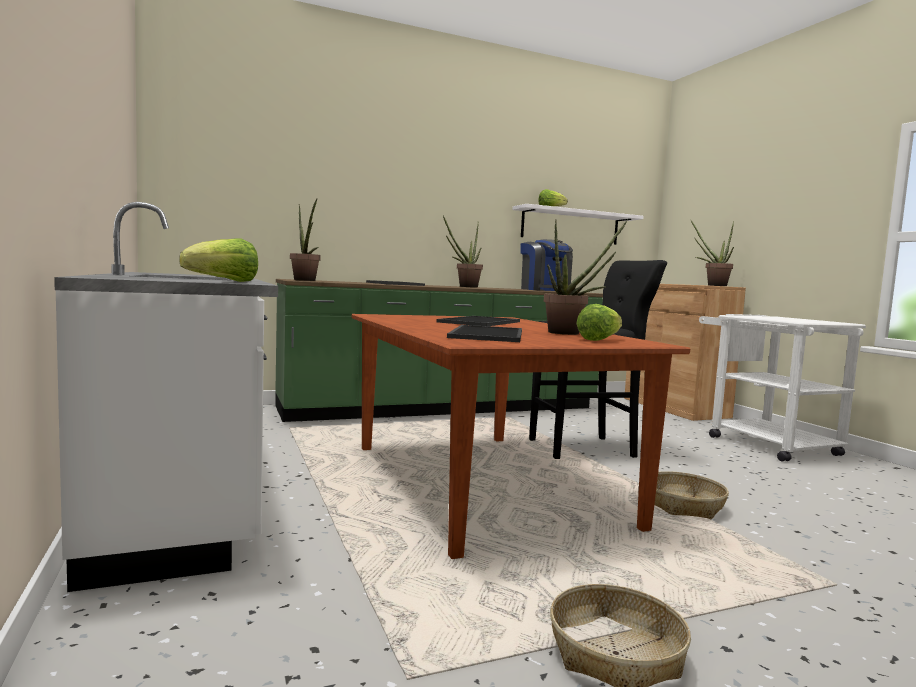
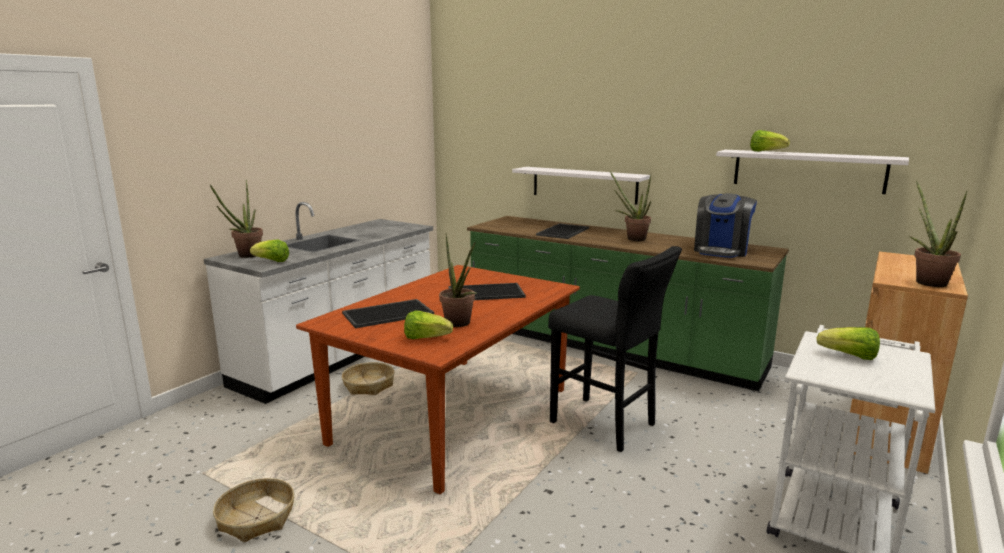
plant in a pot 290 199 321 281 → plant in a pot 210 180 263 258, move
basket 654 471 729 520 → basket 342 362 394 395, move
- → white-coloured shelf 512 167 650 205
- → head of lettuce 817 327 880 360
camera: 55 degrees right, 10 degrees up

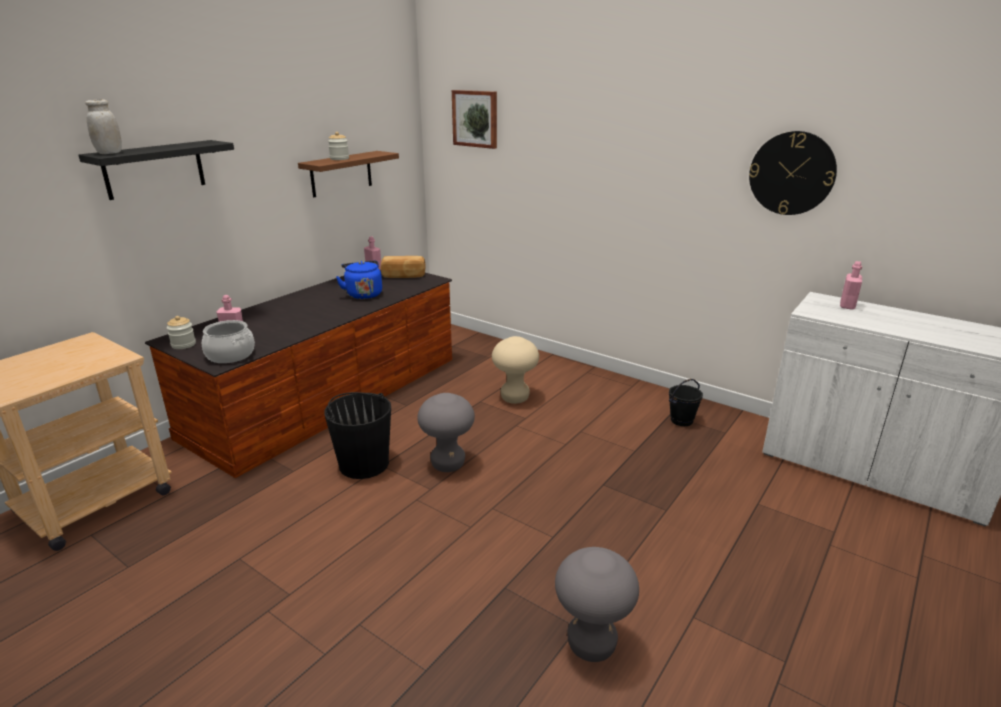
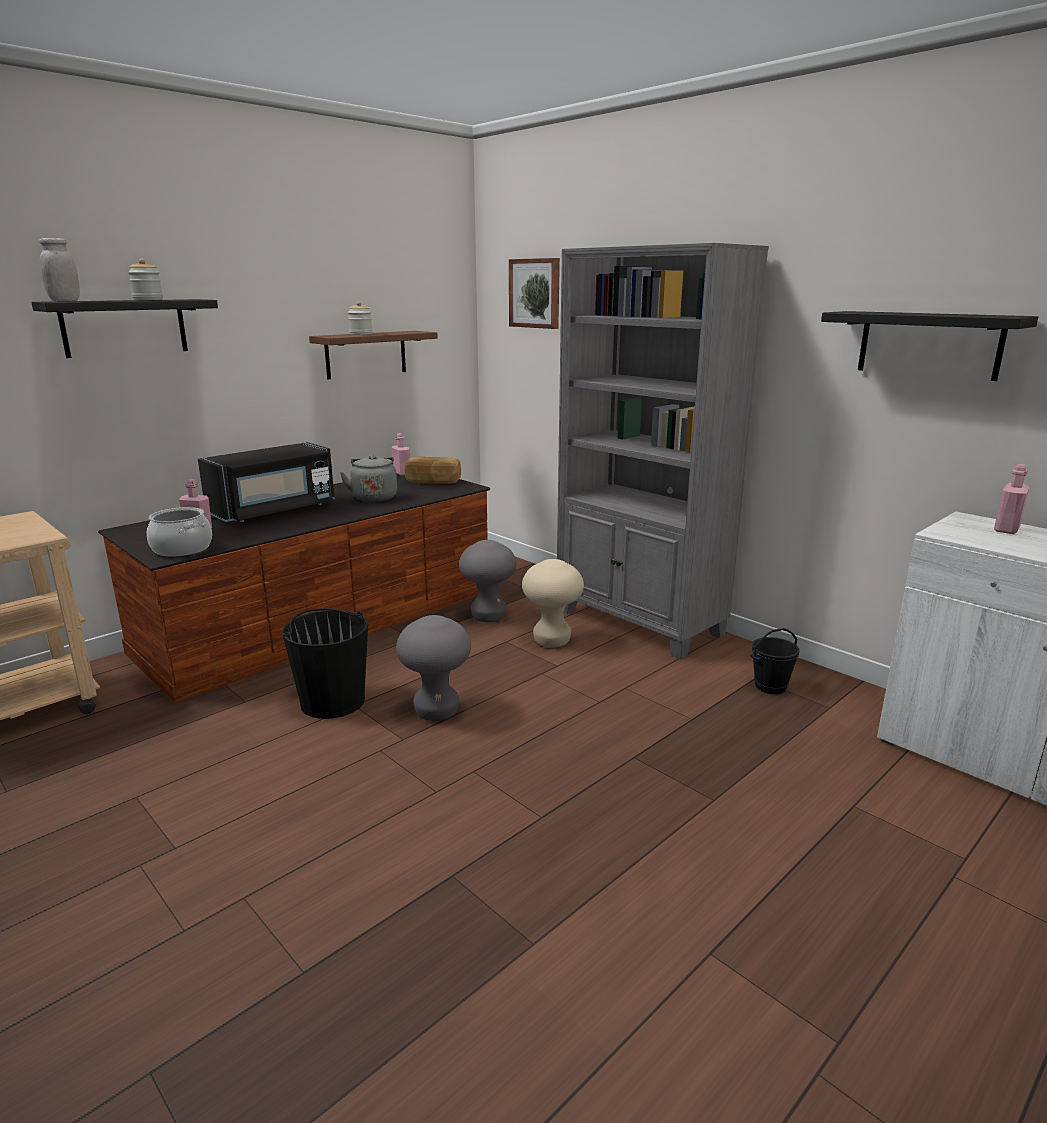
storage jar 167 316 196 349 → storage jar 128 259 163 300, move
blue tea kettle 336 260 382 299 → grey tea kettle 340 455 397 502
grey sitting stool 555 547 639 662 → grey sitting stool 459 540 517 622, move
wall clock 749 131 837 215 → blackish shelf 821 311 1038 381
- → blackish kitchen microwave 198 442 335 522
- → grey shelving unit 557 243 769 660
camera: 10 degrees right, 5 degrees down

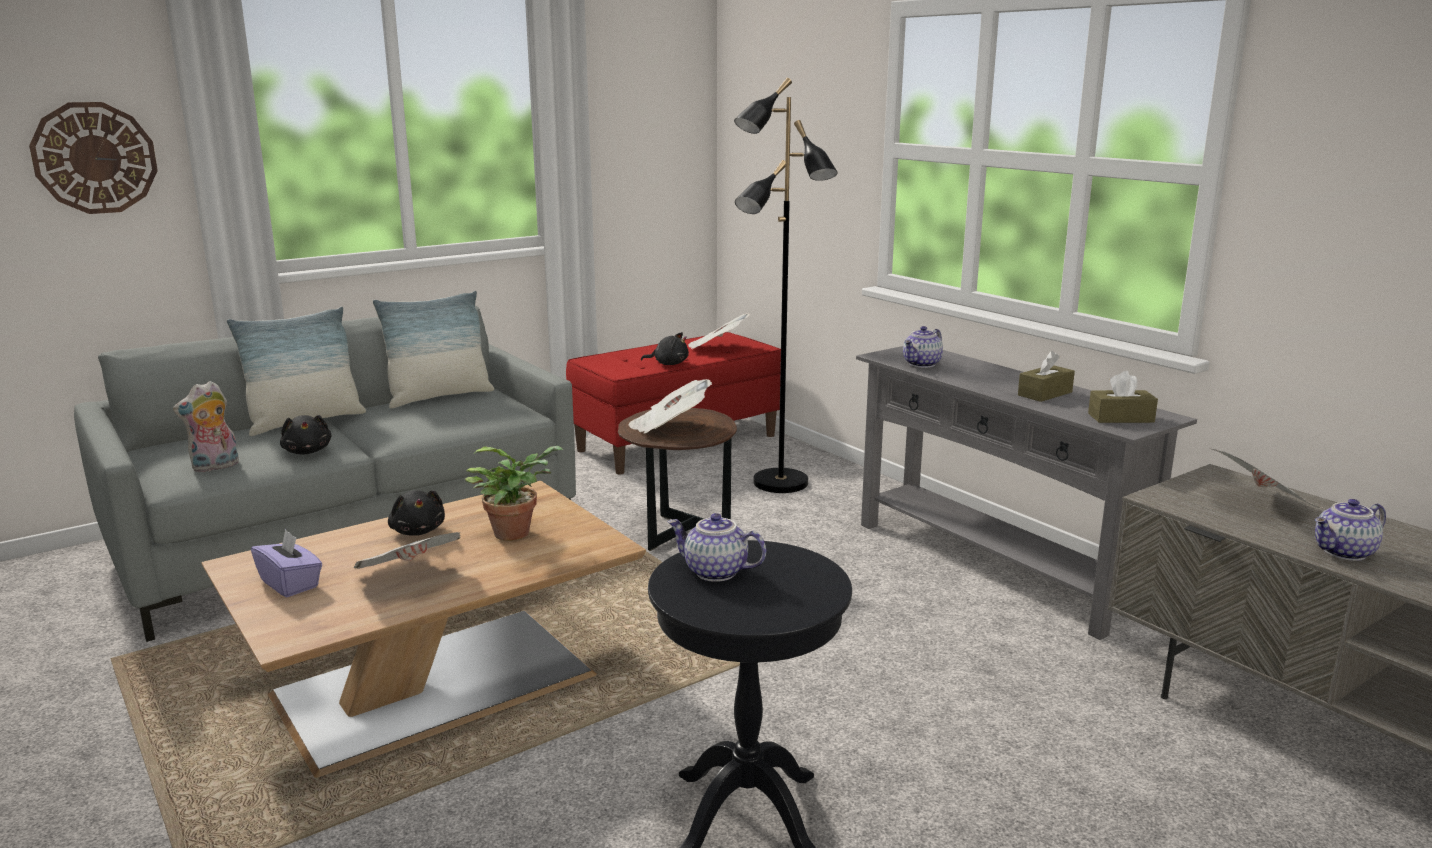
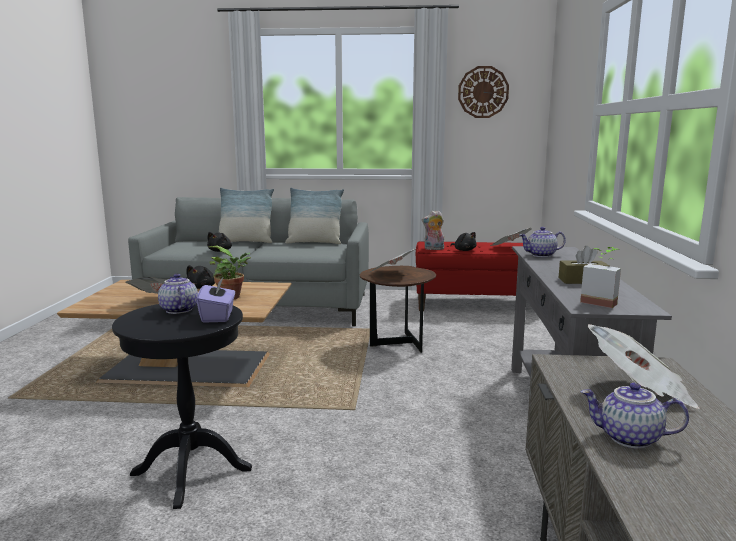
wall clock 29 102 158 214 → wall clock 458 66 509 118, move
plush toy 173 381 239 473 → plush toy 422 210 444 250, move
purplish tissue holder 251 529 322 597 → purplish tissue holder 197 278 235 323, move
blackish standing lamp 734 77 838 493 → -
brown tissue holder 1088 371 1158 423 → plant in a pot 580 247 621 308
camera: 40 degrees right, 5 degrees down

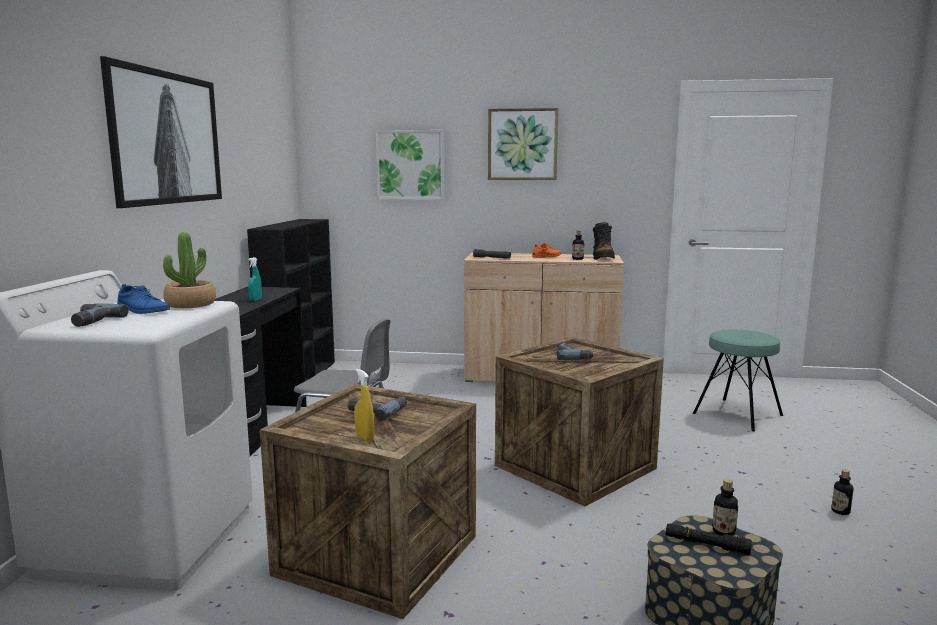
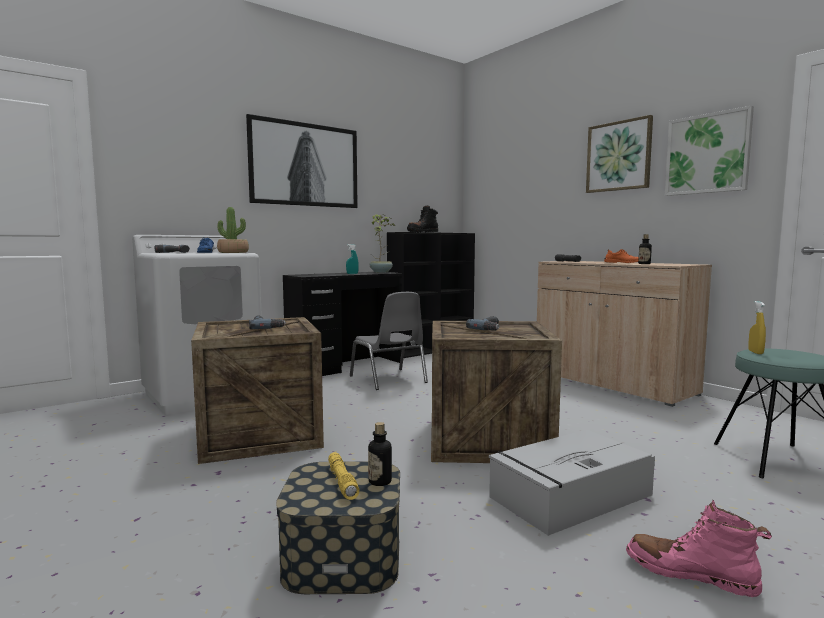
yellow-coloured sprayer 354 369 374 441 → yellow-coloured sprayer 748 301 766 354, move
wall art 376 130 444 200 → wall art 665 105 754 196, move
blackish high-top boot 593 222 615 260 → blackish high-top boot 407 206 438 232, move
blackish hand torch 666 523 752 555 → yellow-coloured hand torch 328 452 360 500
beverage bottle 832 469 853 515 → pinkish high-top boot 626 500 772 598
- → plant in a pot 370 214 396 273
- → grey storage box 489 430 655 536
camera: 45 degrees right, 5 degrees down

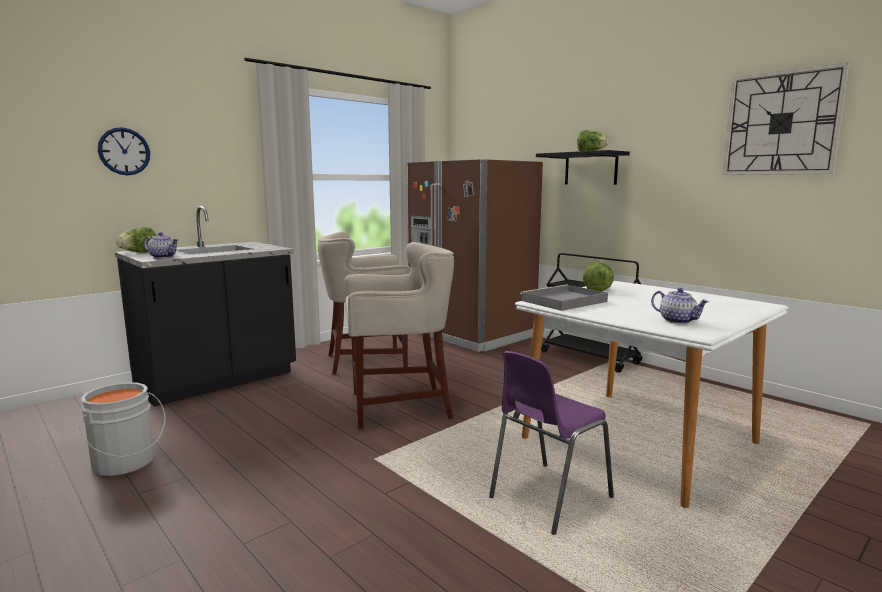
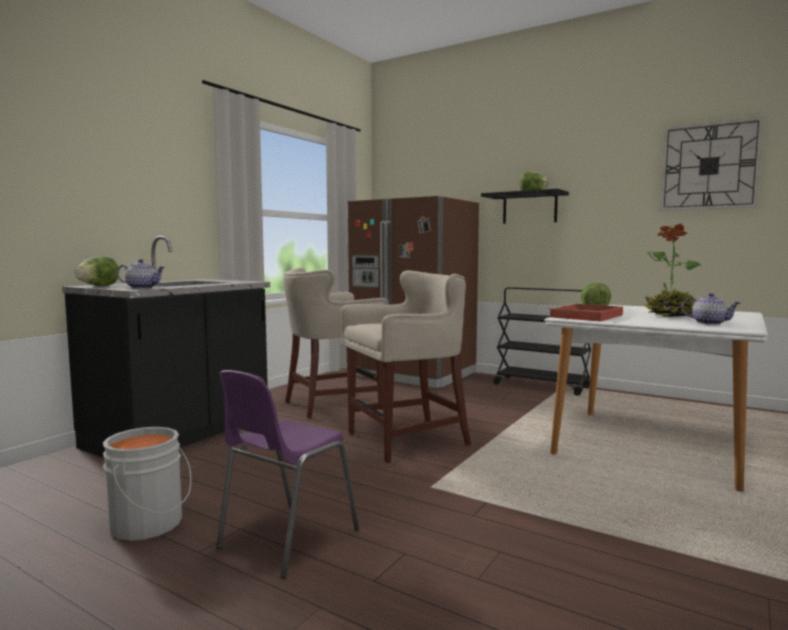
wall clock 98 127 150 176 → -
purplish plain chair 489 351 614 535 → purplish plain chair 216 370 359 579, move
grey carrying tray 520 285 608 311 → reddish carrying tray 548 303 623 322
- → plant in a pot 643 223 701 317
camera: 15 degrees left, 5 degrees down

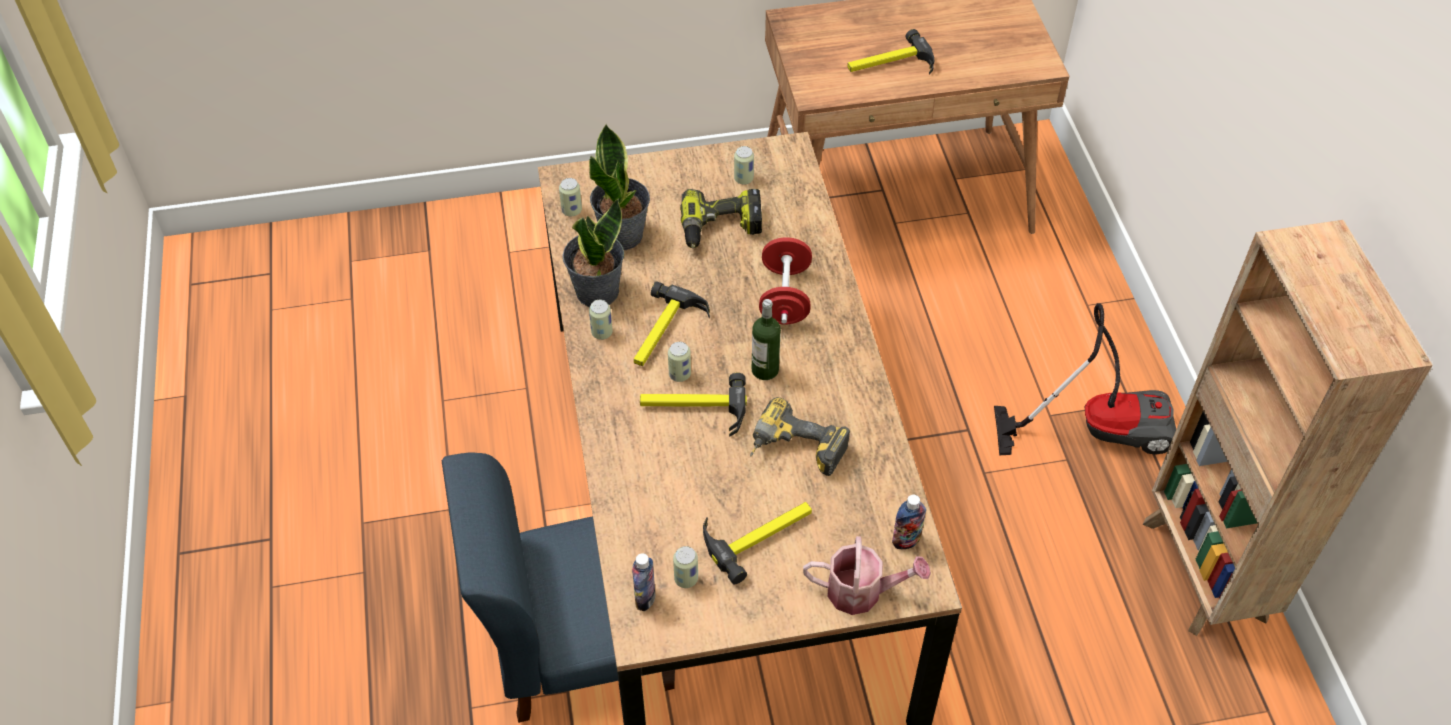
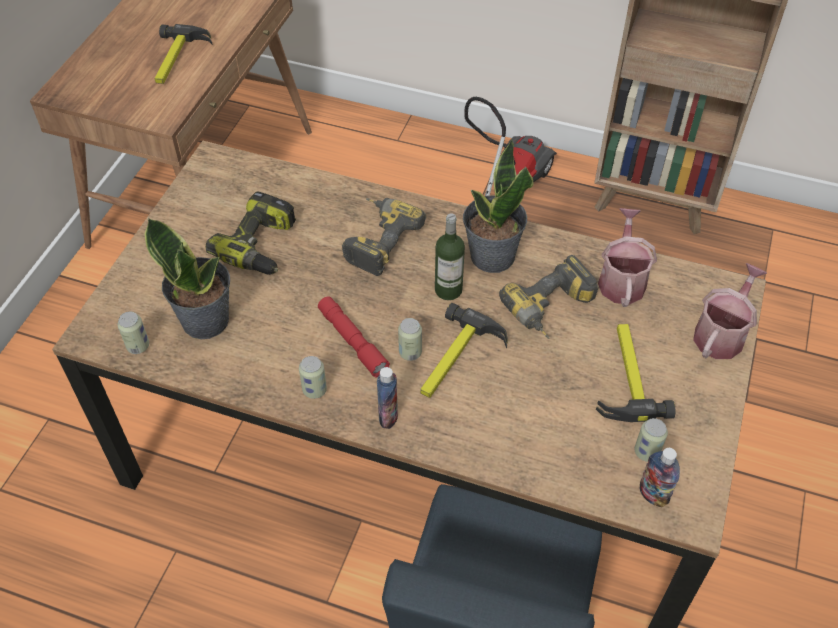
plant in a pot 562 198 624 307 → plant in a pot 463 139 534 273, move
tool hammer 634 281 710 366 → reddish hand torch 318 296 390 378
metal can 734 146 754 185 → -
reddish hand weight 759 237 812 324 → power drill 342 198 426 276
beverage bottle 892 495 926 549 → beverage bottle 377 367 398 429, move
- → watering pot 598 208 657 307
camera: 60 degrees left, 0 degrees up

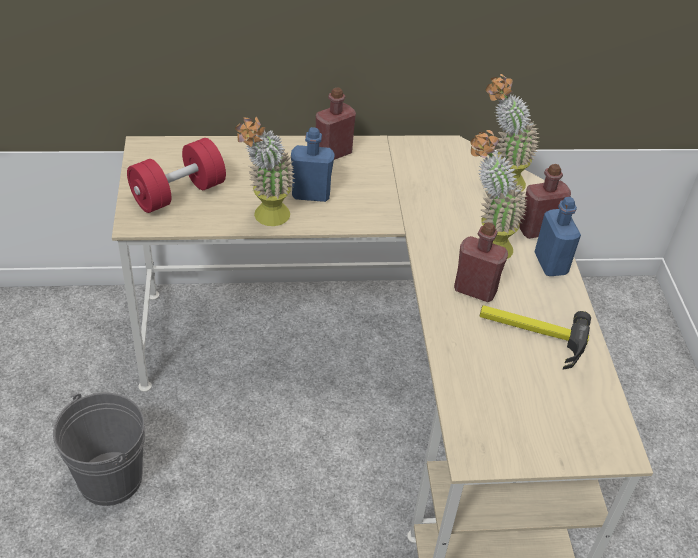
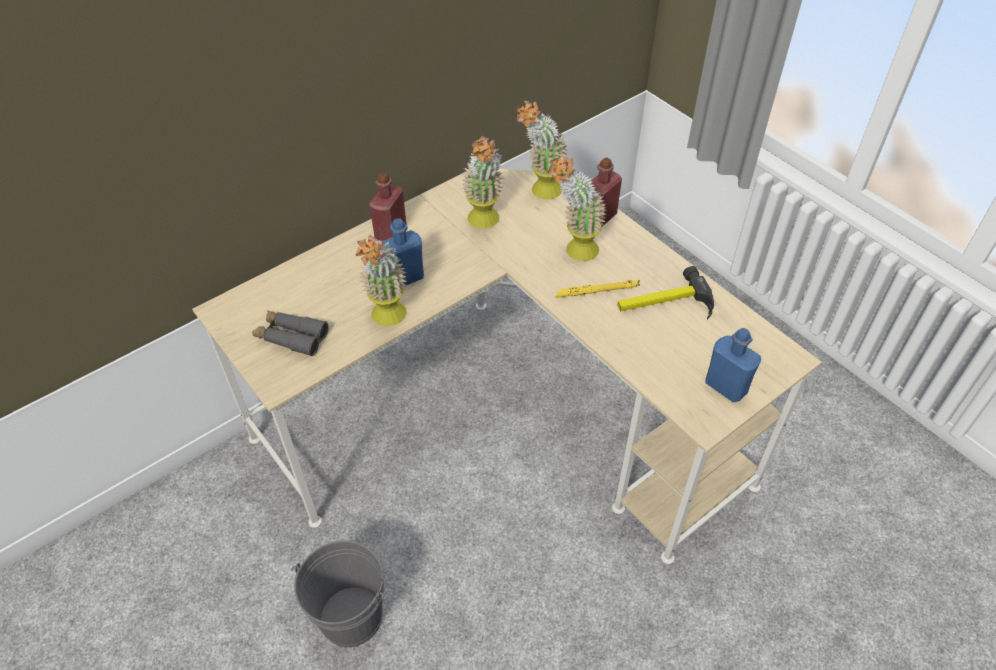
reddish hand weight 127 138 226 213 → grey pair of binoculars 253 311 329 356
reddish beverage bottle 454 222 508 302 → yellow-coloured hand torch 556 280 640 298
blue beverage bottle 534 197 581 276 → blue beverage bottle 705 328 761 402, move
- → plant in a pot 461 136 504 229
camera: 30 degrees left, 5 degrees up

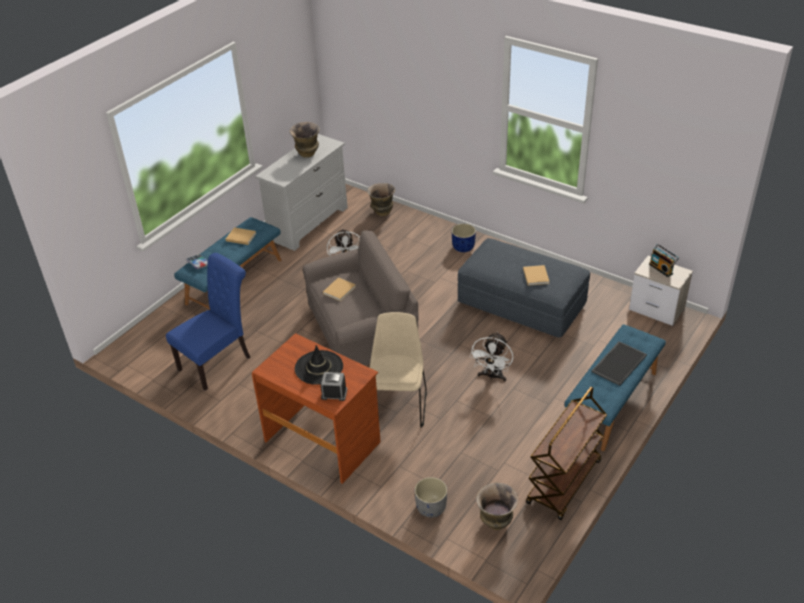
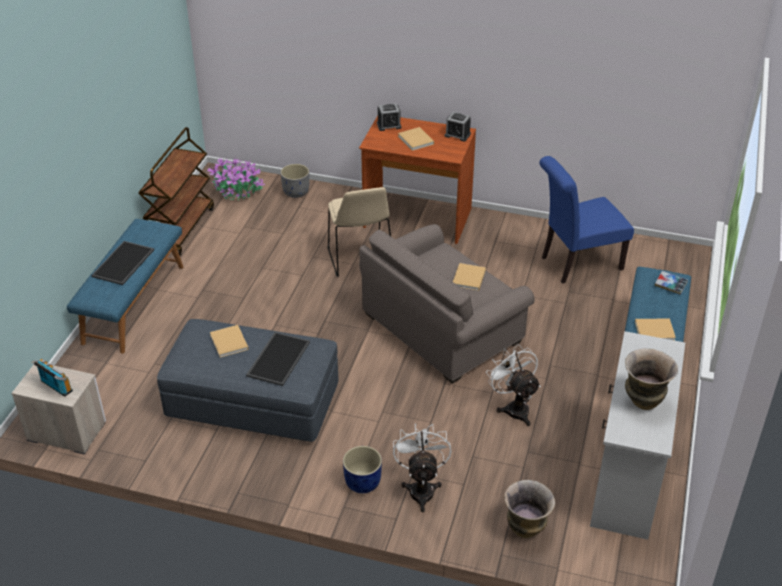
blue plain chair 166 253 250 391 → blue plain chair 539 156 634 284, 45 degrees clockwise
blackish wearable hat 295 345 343 385 → beige bound book 398 127 434 151
white-coloured electric fan 470 332 513 381 → white-coloured electric fan 393 423 451 512, move
vase 476 483 518 530 → plant in a pot 207 157 265 200
- → carrying tray 246 332 310 386
- → table clock 445 112 471 142
camera: 160 degrees right, 0 degrees up

